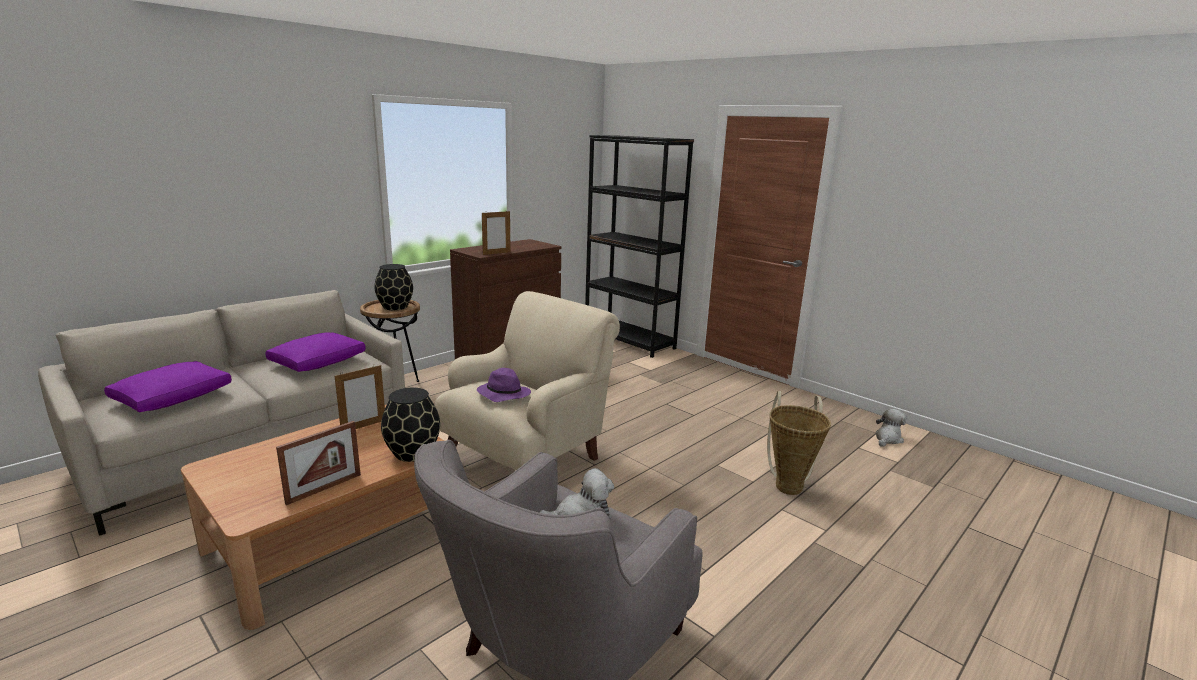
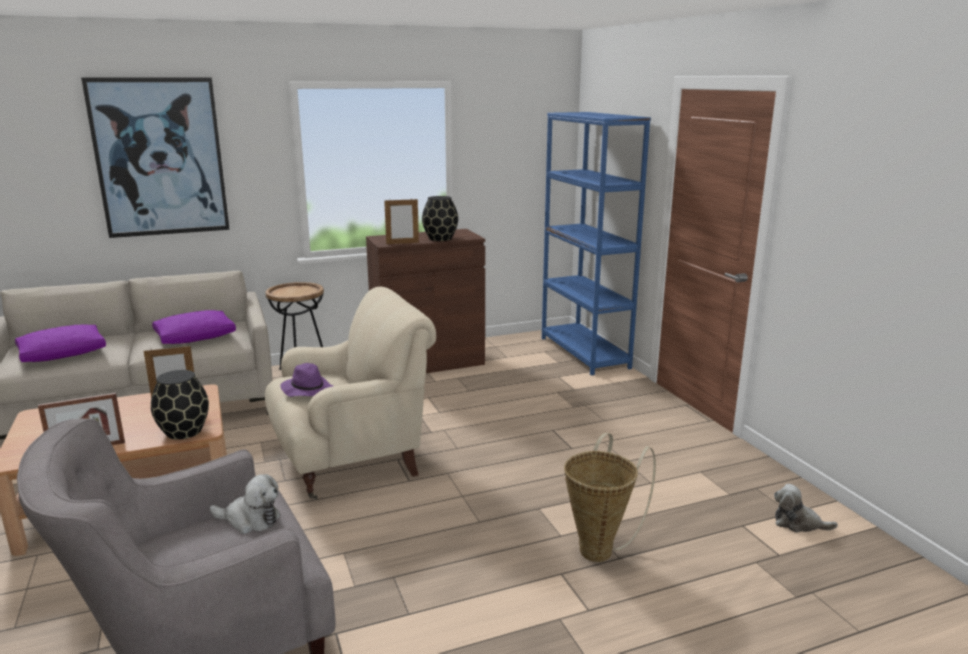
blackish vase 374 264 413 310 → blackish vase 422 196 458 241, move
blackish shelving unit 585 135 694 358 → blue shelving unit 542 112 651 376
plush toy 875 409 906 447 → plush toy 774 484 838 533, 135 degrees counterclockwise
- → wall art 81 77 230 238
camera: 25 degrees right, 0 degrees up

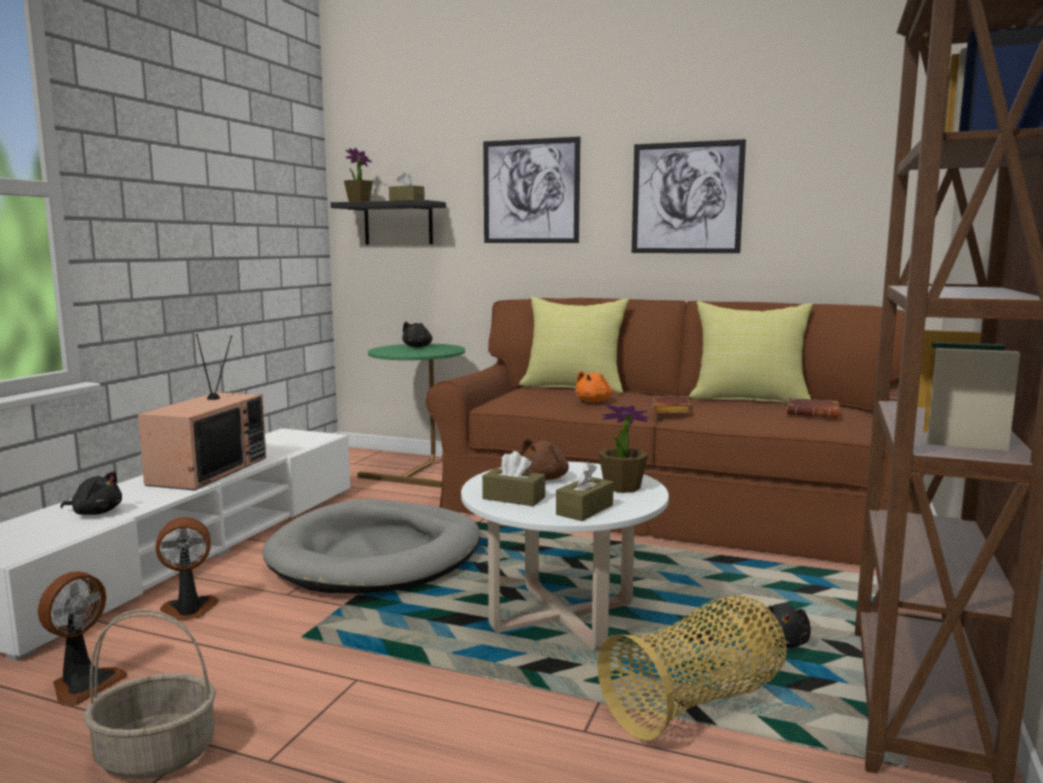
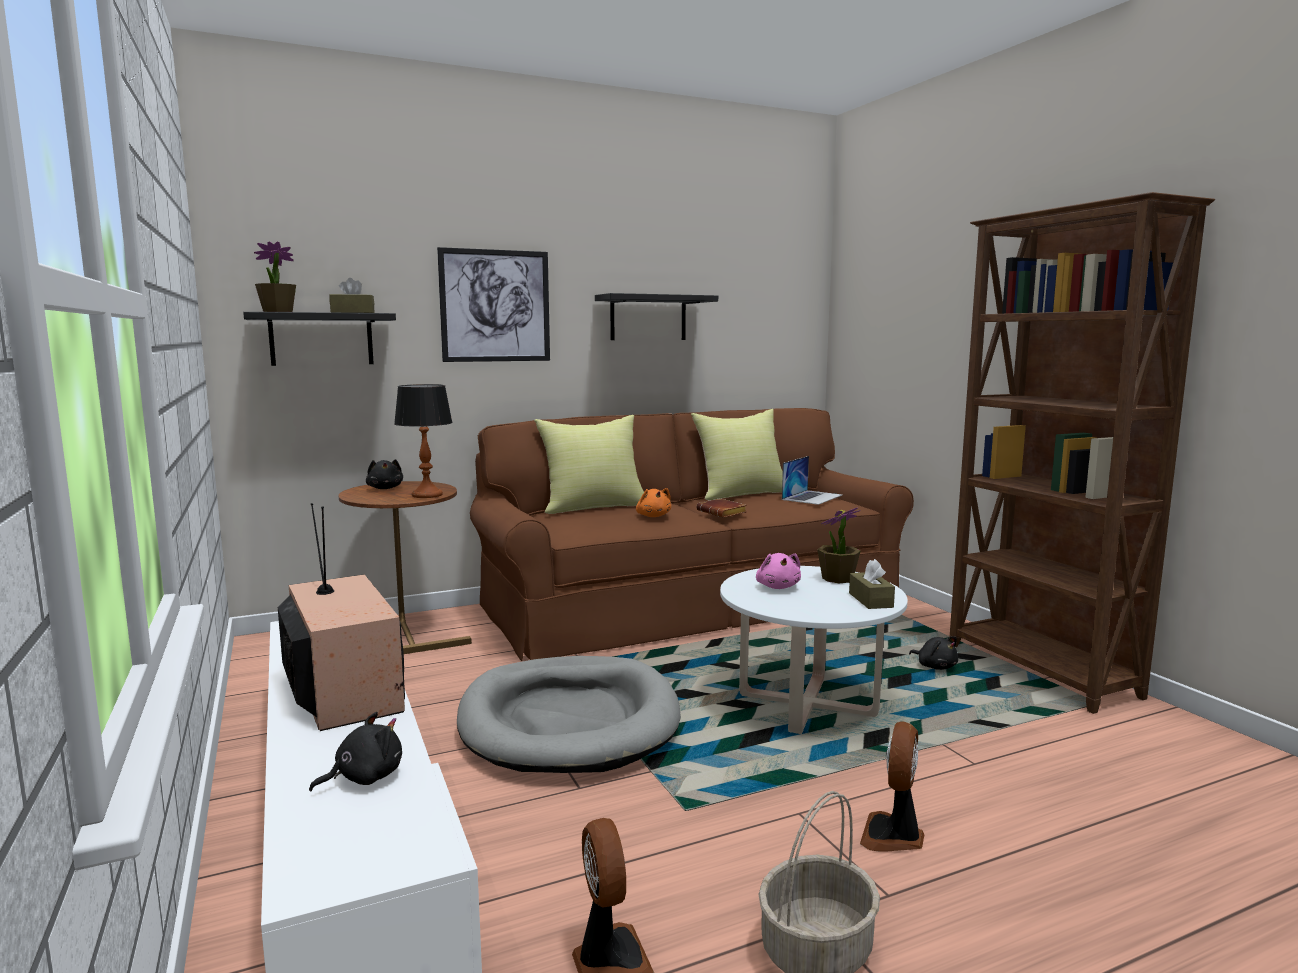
electric fan 155 517 219 621 → electric fan 860 721 925 852, move
green accent table 357 344 465 488 → brown accent table 338 481 472 654
brown tissue holder 482 451 545 506 → -
brown plush toy 522 438 569 480 → pinkish plush toy 756 553 801 589
basket 597 595 787 741 → -
wall art 632 139 746 253 → blackish shelf 595 293 718 340
brown bound book 787 398 839 418 → notebook computer 782 456 842 505
- → lamp for a table 394 384 453 498
camera: 45 degrees left, 0 degrees up

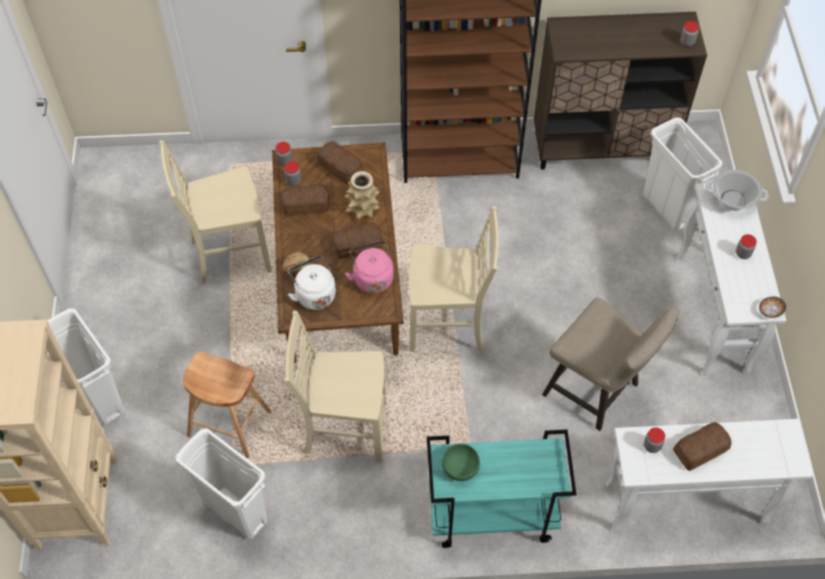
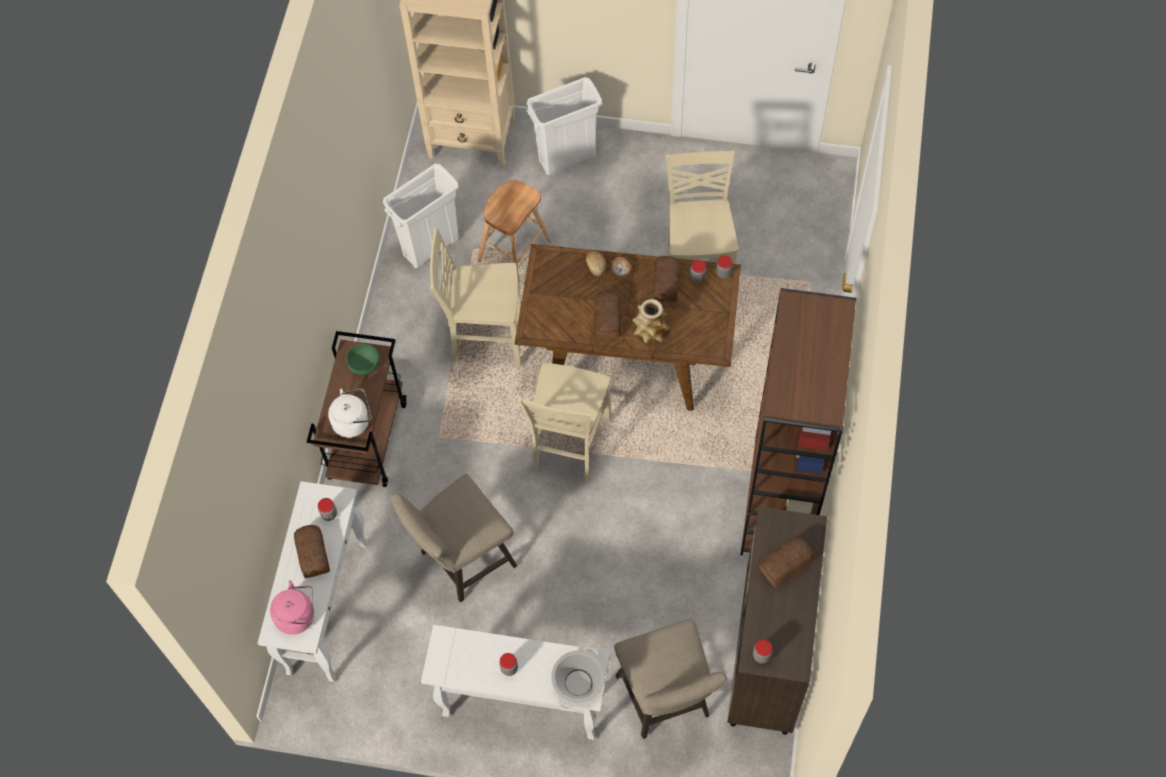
beige plain chair 285 311 386 463 → beige plain chair 430 228 521 367, 105 degrees counterclockwise
white-coloured tea kettle 288 256 336 310 → white-coloured tea kettle 328 388 371 438, move
bakery bread 317 142 364 184 → bakery bread 759 536 814 587, move
pinkish tea kettle 345 241 394 293 → pinkish tea kettle 270 580 314 635, move
blue-green cart 427 430 576 548 → brown cart 307 331 407 487
white-coloured waste bin 643 117 722 231 → beige sitting stool 614 619 727 739
serving bowl 759 297 786 318 → serving bowl 610 256 632 278, move
camera: 105 degrees right, 5 degrees up

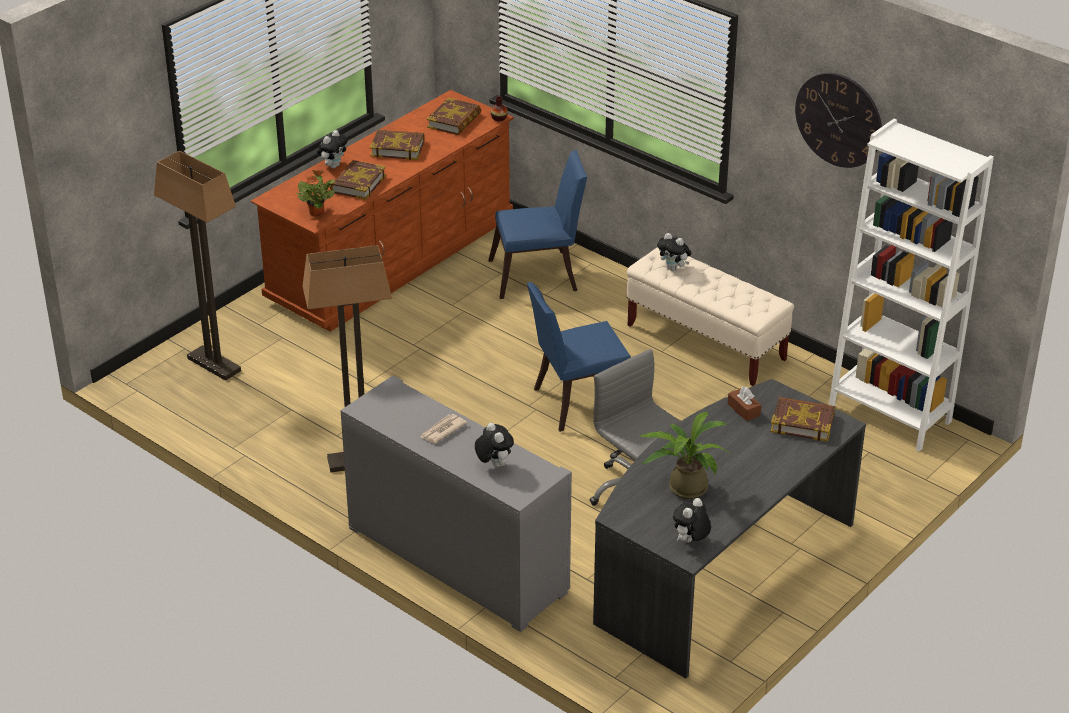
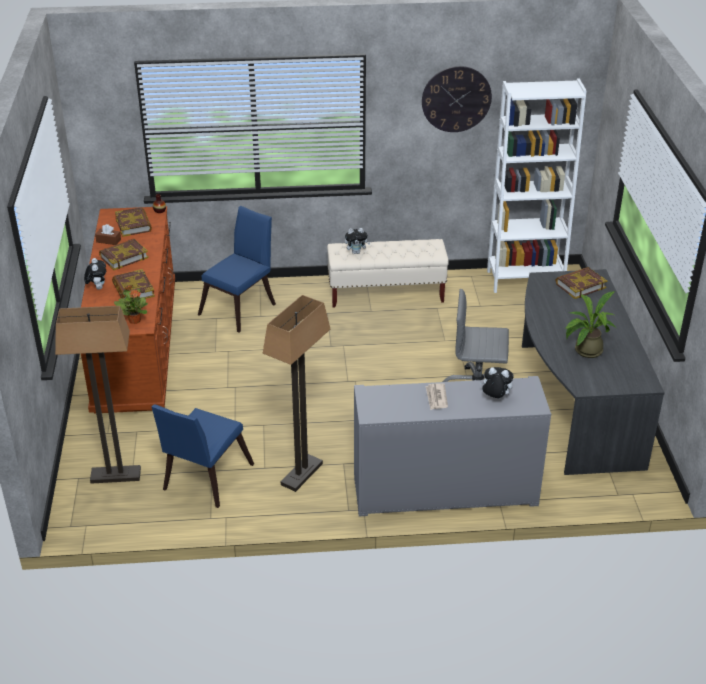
blue plain chair 527 282 631 432 → blue plain chair 152 405 254 508, move
plush toy 673 498 711 543 → -
brown tissue holder 728 386 761 421 → brown tissue holder 95 224 121 245, move
camera: 45 degrees left, 0 degrees up

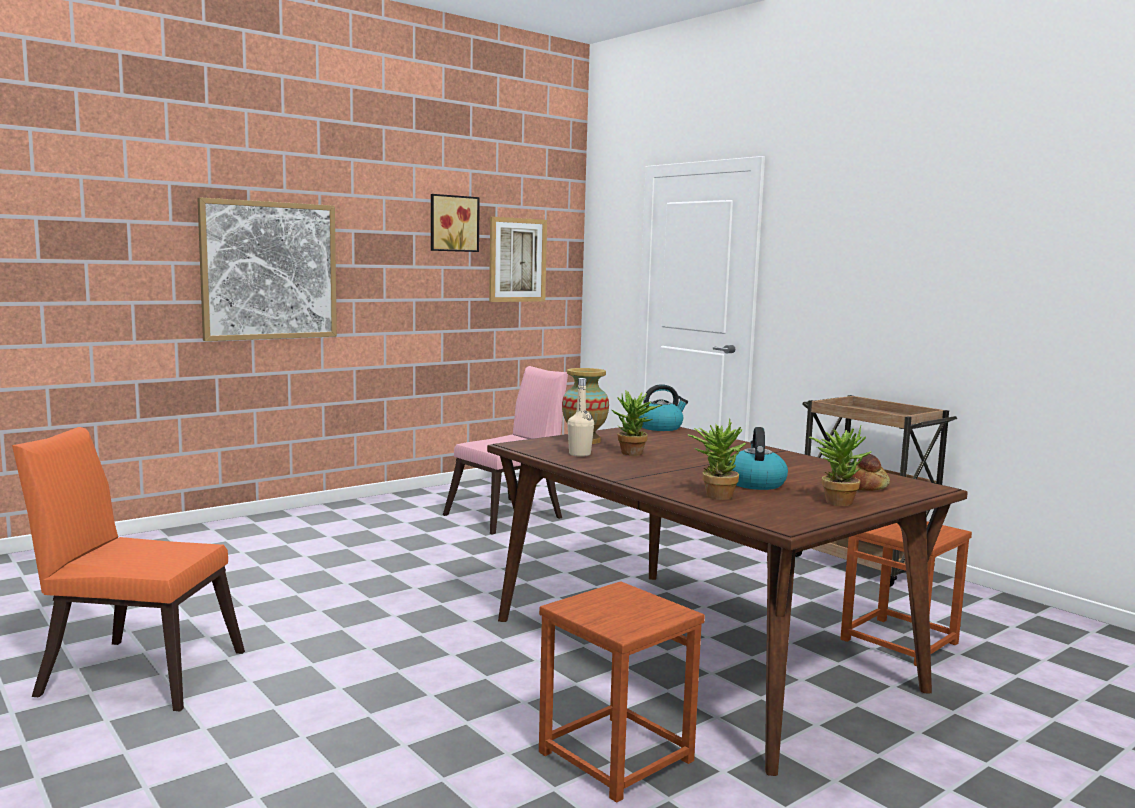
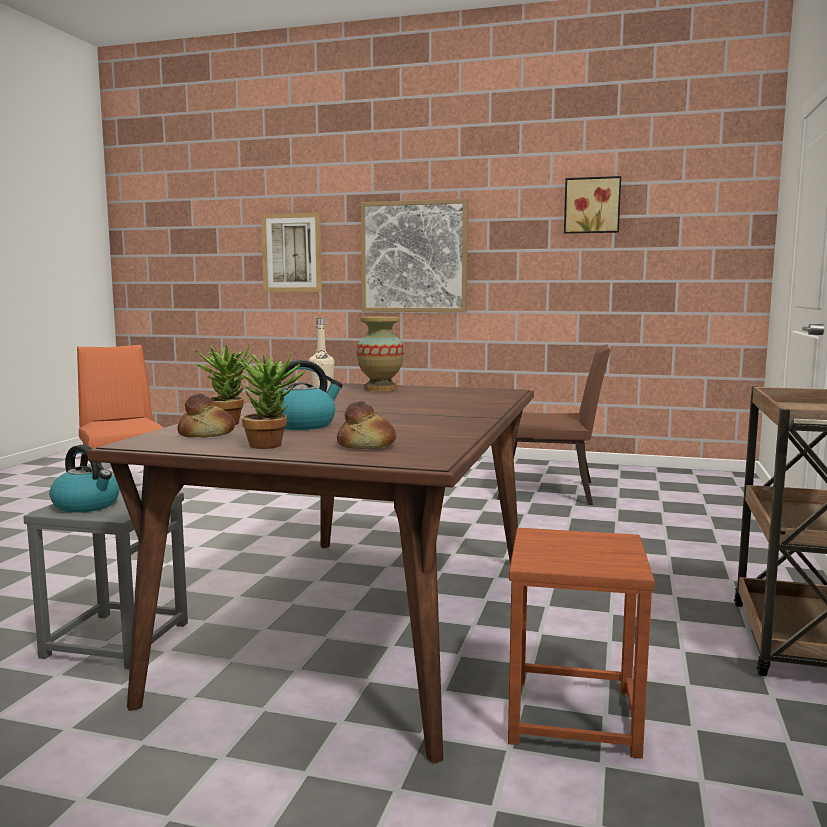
pinkish plain chair 443 366 568 534 → brown plain chair 497 344 611 505
wall art 489 217 547 302 → wall art 261 213 322 292, move
brown sitting stool 539 581 705 803 → grey sitting stool 23 490 188 669
plant in a pot 612 390 662 456 → -
tea kettle 638 384 688 431 → tea kettle 49 445 120 513, move
- → bakery bread 177 394 235 438
camera: 55 degrees right, 0 degrees up

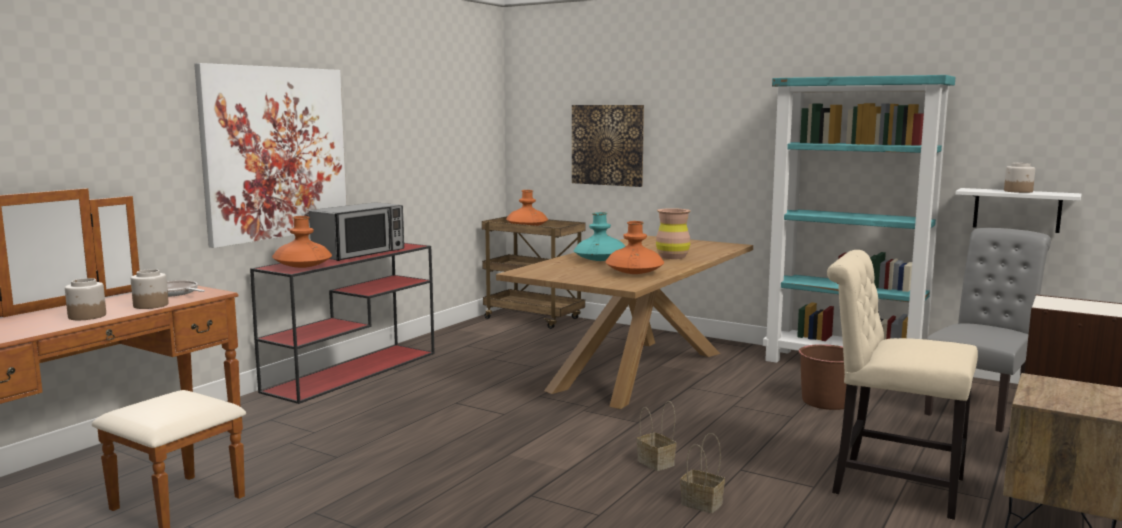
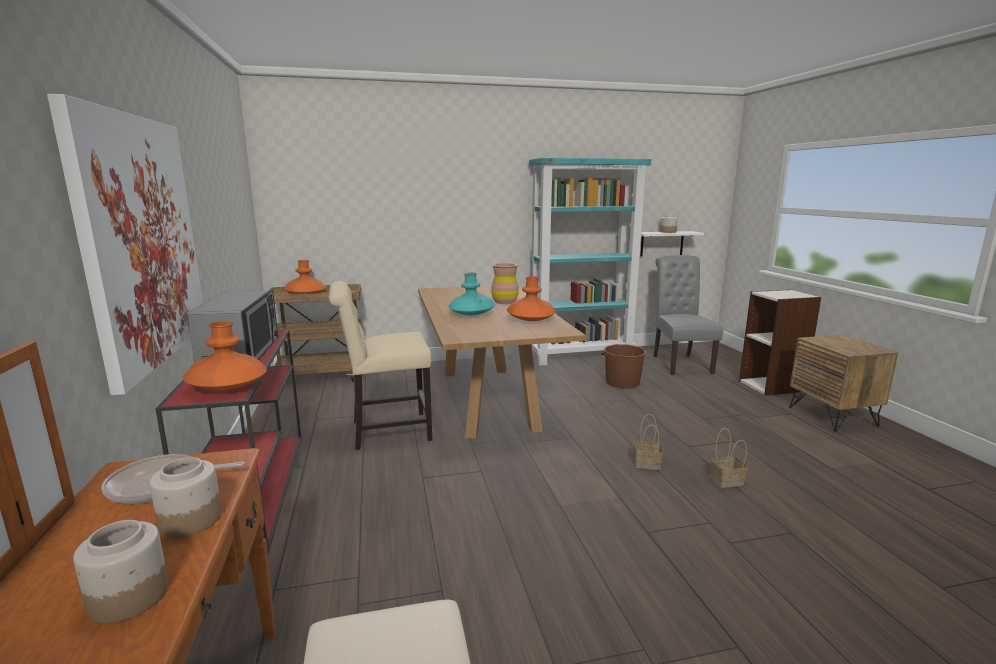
wall art 572 105 644 187 → -
beige plain chair 827 250 978 520 → beige plain chair 328 281 432 450, move
camera: 45 degrees left, 5 degrees up

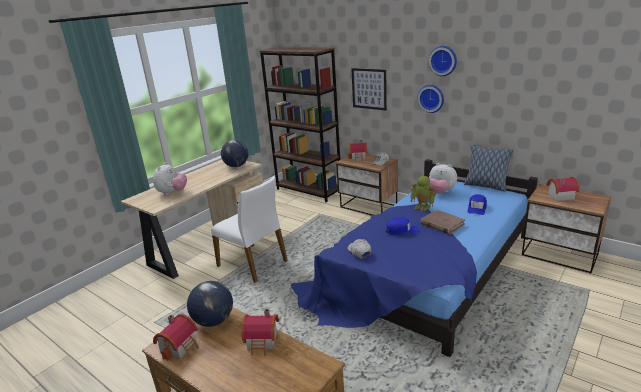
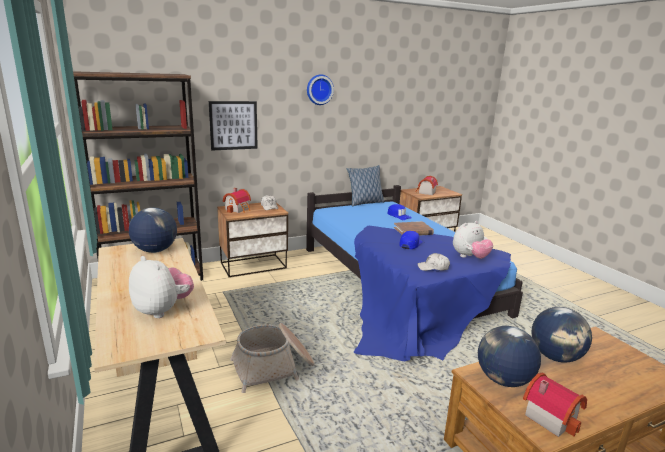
white-coloured plain chair 211 176 288 283 → basket 230 323 315 393
toy house 241 309 279 356 → world globe 531 307 592 363
toy robot 410 176 436 211 → -
wall clock 418 85 444 113 → -
plush toy 429 163 457 194 → plush toy 453 221 493 259, move
camera: 65 degrees left, 5 degrees down

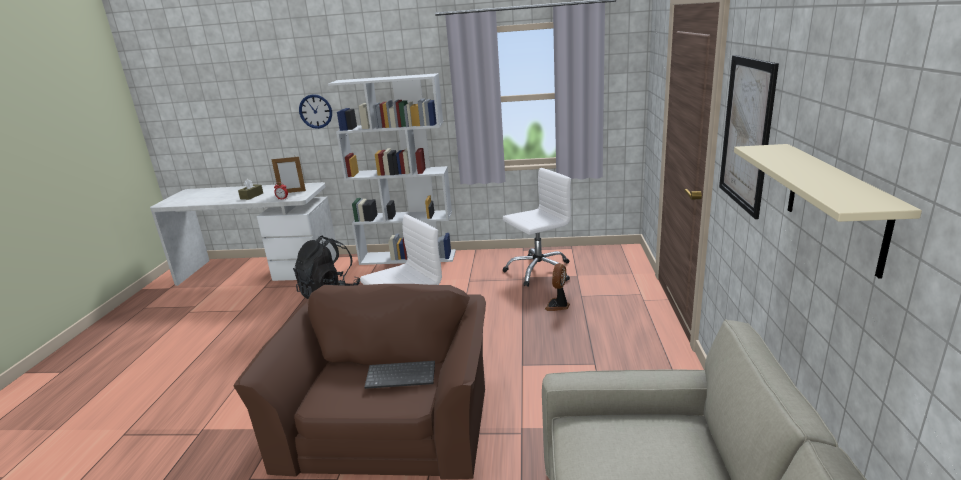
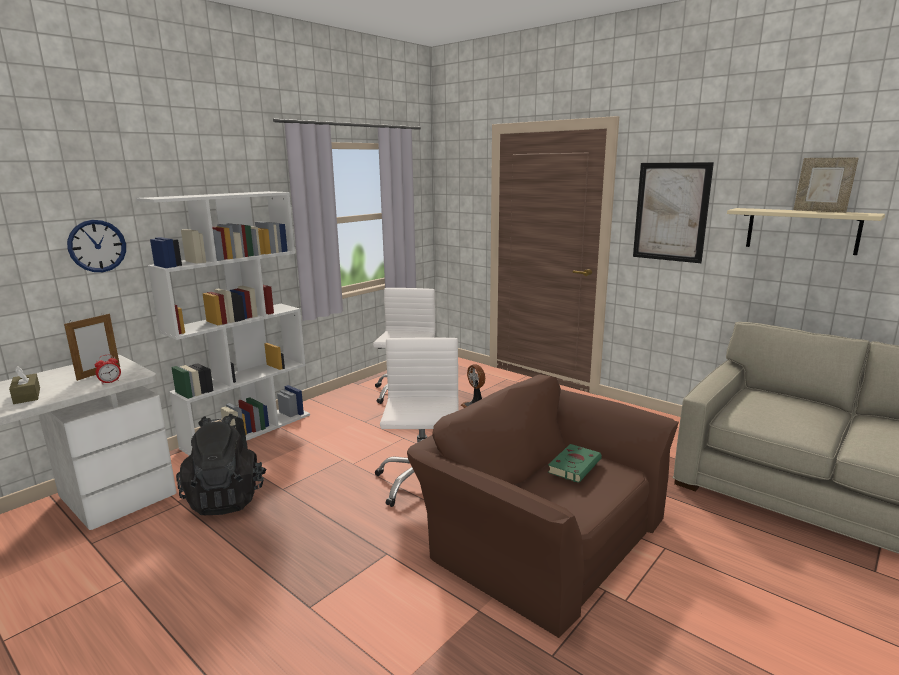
keyboard 364 361 435 389 → green bound book 548 444 602 483
- → picture frame 793 157 859 213
camera: 55 degrees left, 5 degrees down

